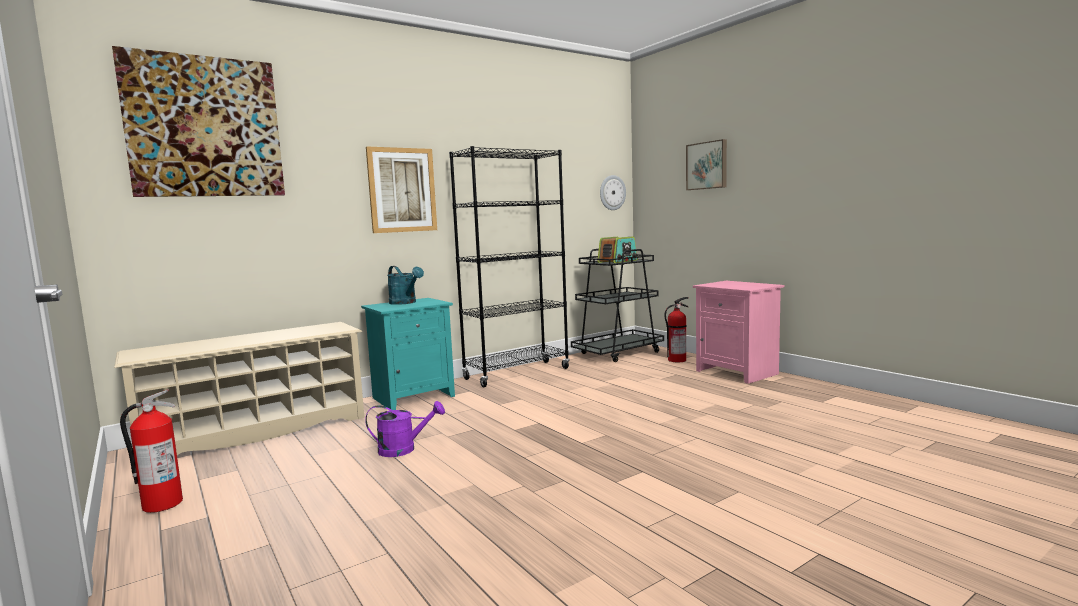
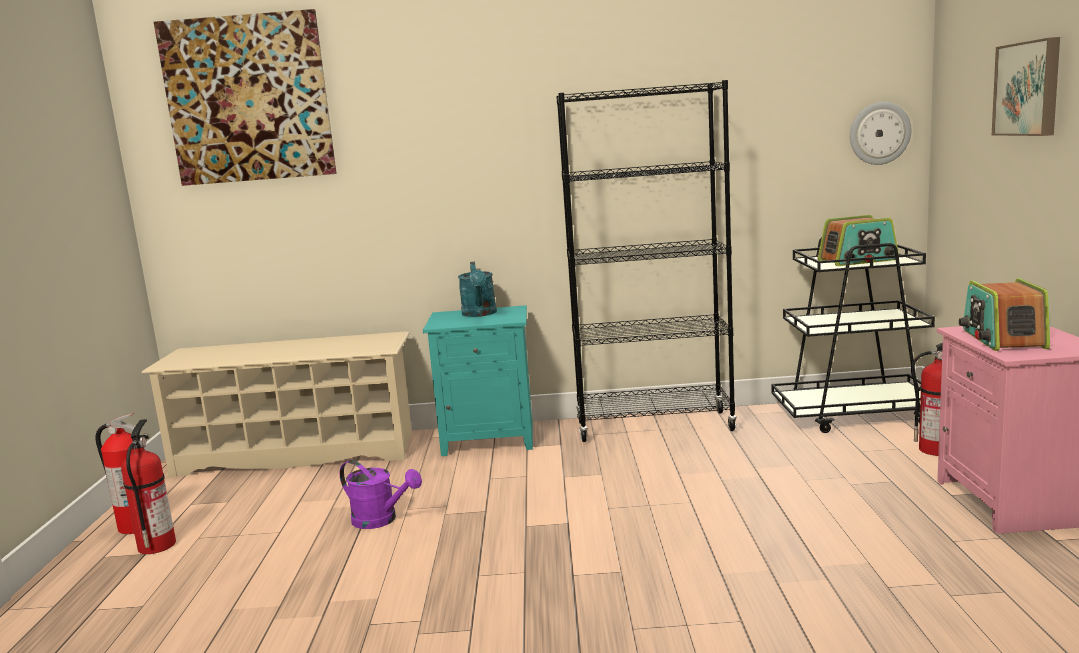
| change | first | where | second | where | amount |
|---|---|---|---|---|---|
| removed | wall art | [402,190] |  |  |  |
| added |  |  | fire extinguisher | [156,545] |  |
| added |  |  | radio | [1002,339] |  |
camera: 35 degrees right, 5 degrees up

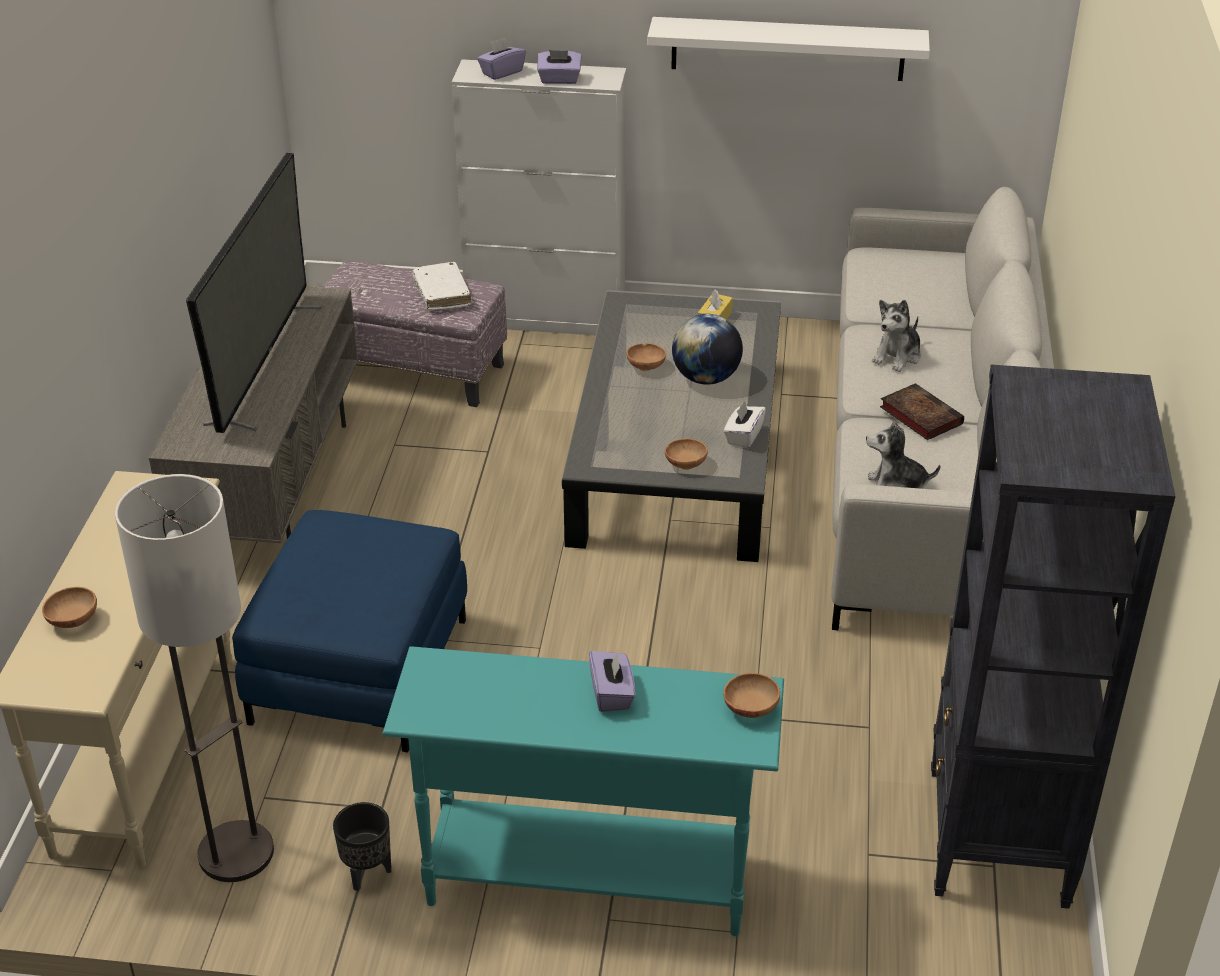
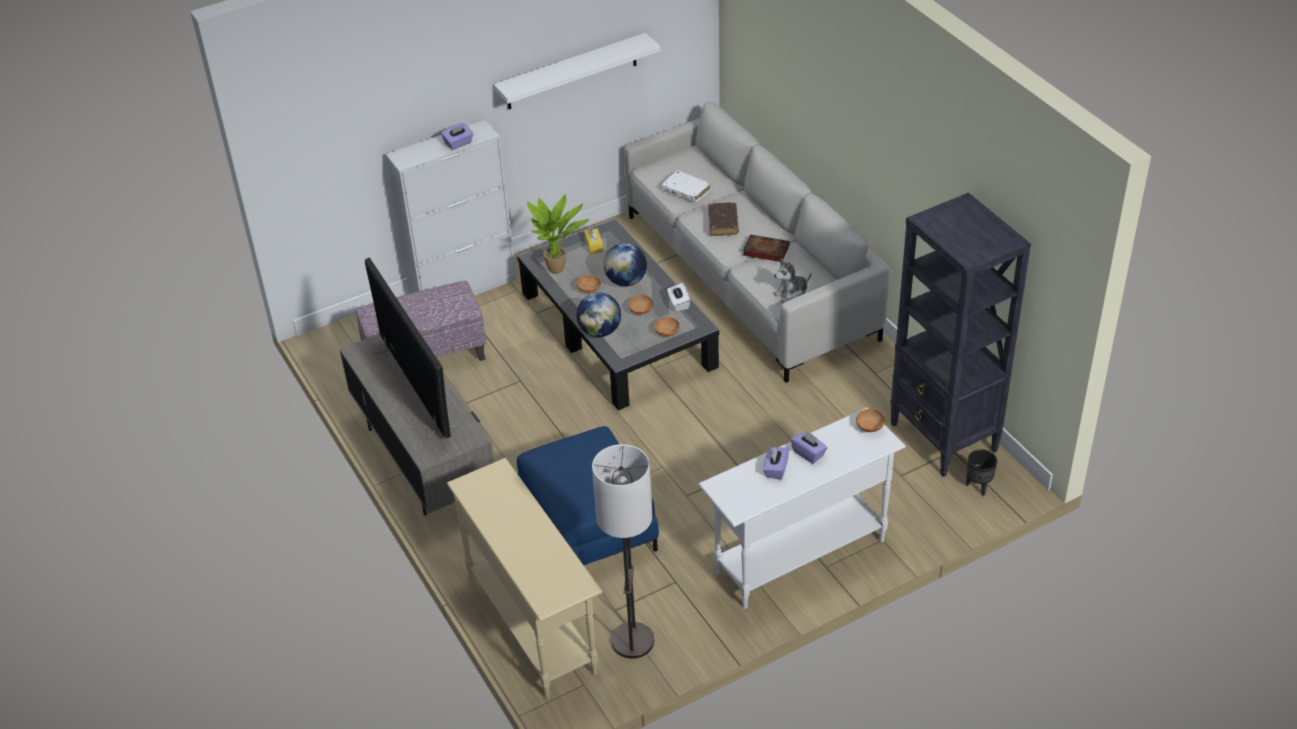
| change | first | where | second | where | amount |
|---|---|---|---|---|---|
| added |  |  | potted plant | [559,269] |  |
| added |  |  | globe | [600,331] |  |
| moved | brownish serving bowl | [72,620] |  | [640,311] |  |
| moved | black-coloured plant pot | [367,872] |  | [978,486] |  |
| moved | whitish volume | [442,293] |  | [686,190] |  |
| moved | purple-coloured box of tissues | [501,72] |  | [776,469] |  |
| replaced | soft toy | [897,356] | brownish volume | [723,223] |  |
| recoloured | blue-green narrow table | [586,879] | whitish narrow table | [799,556] |  |
camera: 35 degrees left, 5 degrees up

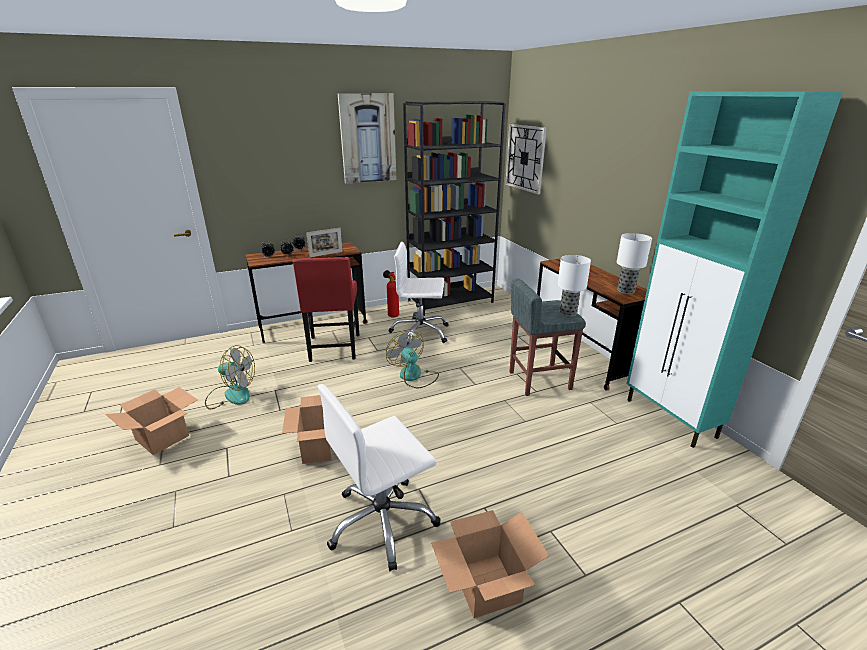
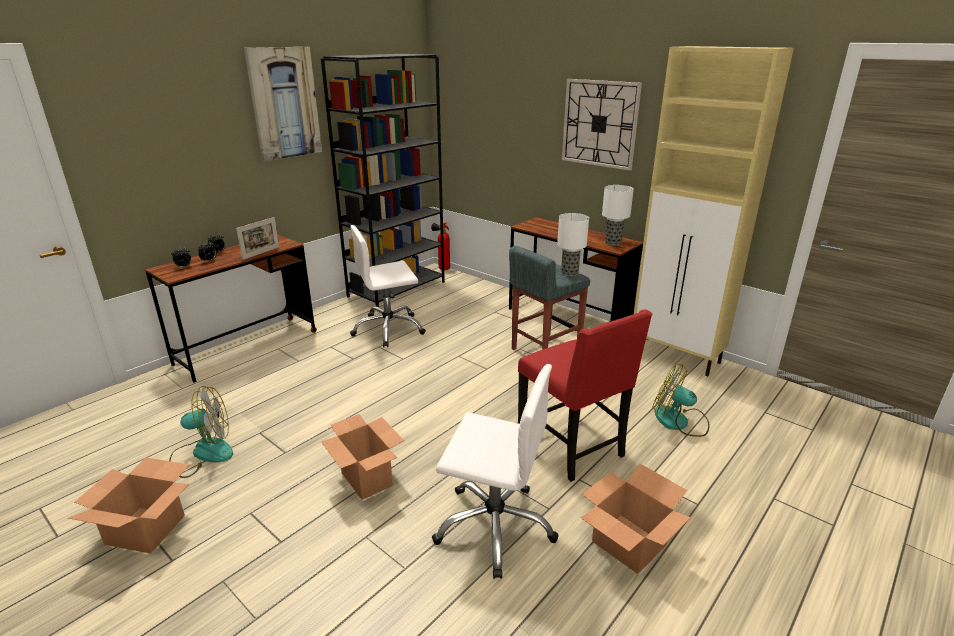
| change | first | where | second | where | amount |
|---|---|---|---|---|---|
| moved | red-coloured upright chair | [334,349] |  | [573,448] |  |
| moved | fire extinguisher | [392,315] |  | [442,268] |  |
| moved | electric fan | [414,376] |  | [679,422] |  |
| moved | hanging clock | [525,158] |  | [599,123] |  |
| recoloured | blue-green cupboard | [671,419] | sand-coloured cupboard | [676,356] |  |
| turned | whitish desk chair | [382,522] |  | [495,526] | 105 degrees counterclockwise |
camera: 25 degrees left, 0 degrees up

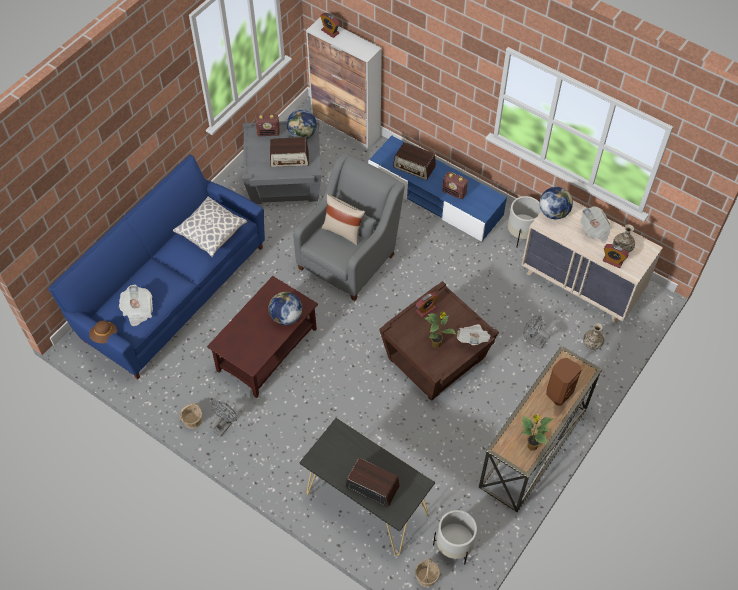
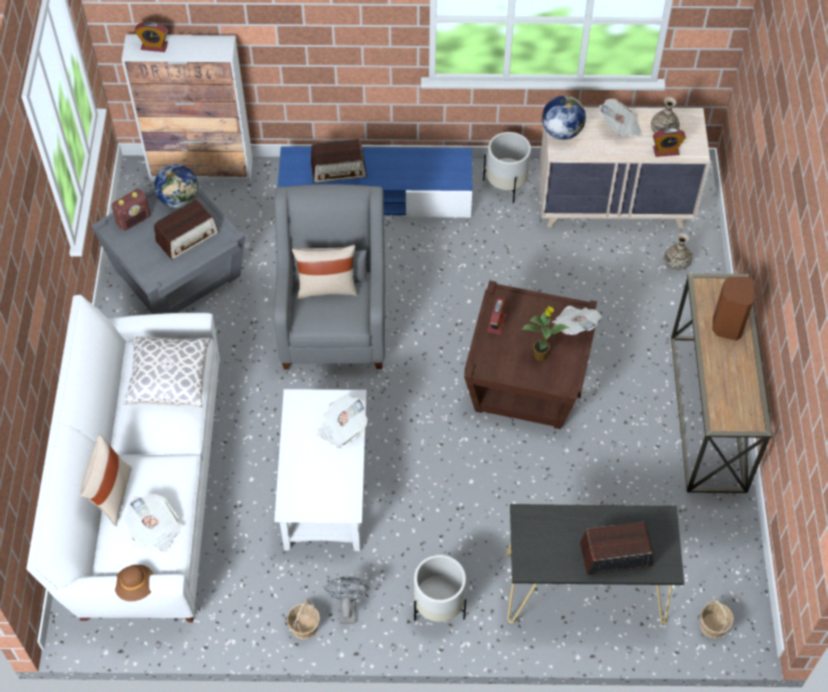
| change | first | where | second | where | amount |
|---|---|---|---|---|---|
| removed | radio | [454,193] |  |  |  |
| removed | potted plant | [531,446] |  |  |  |
| removed | greyish electric fan | [532,341] |  |  |  |
| added |  |  | sand-coloured cushion | [111,495] |  |
| moved | whitish plant pot | [454,546] |  | [438,606] |  |
| replaced | globe | [286,317] | newspaper | [342,428] |  |
| recoloured | blue settee | [171,290] | whitish settee | [144,488] |  |
| recoloured | brownish lounge table | [267,349] | whitish lounge table | [324,486] |  |
camera: 35 degrees left, 0 degrees up

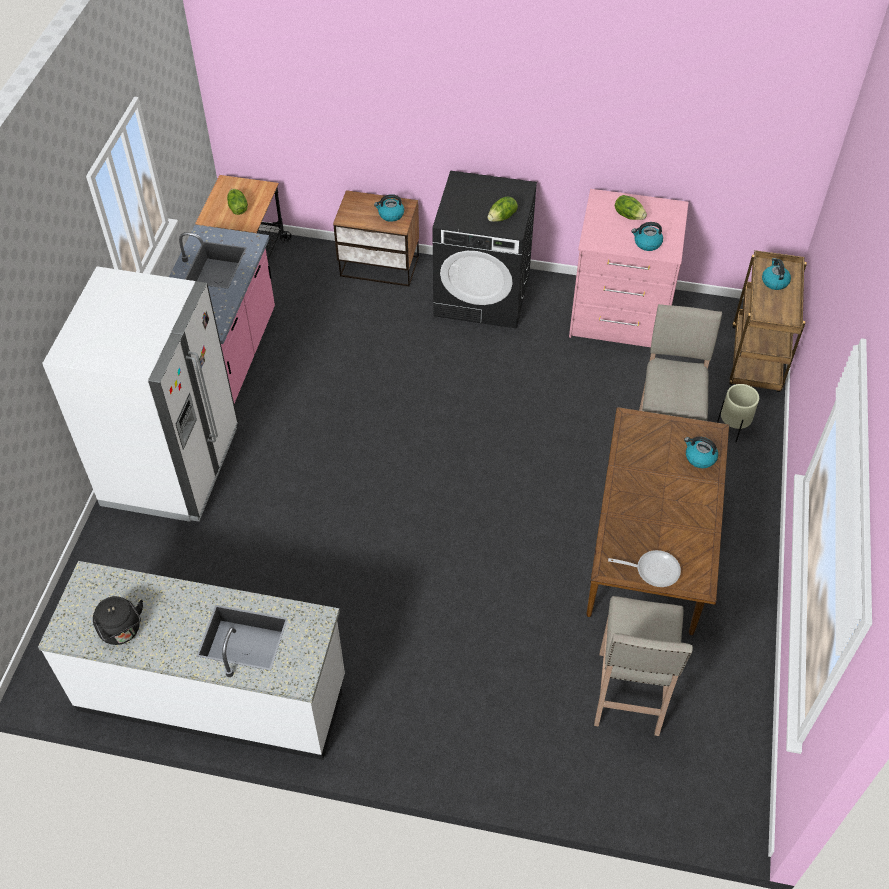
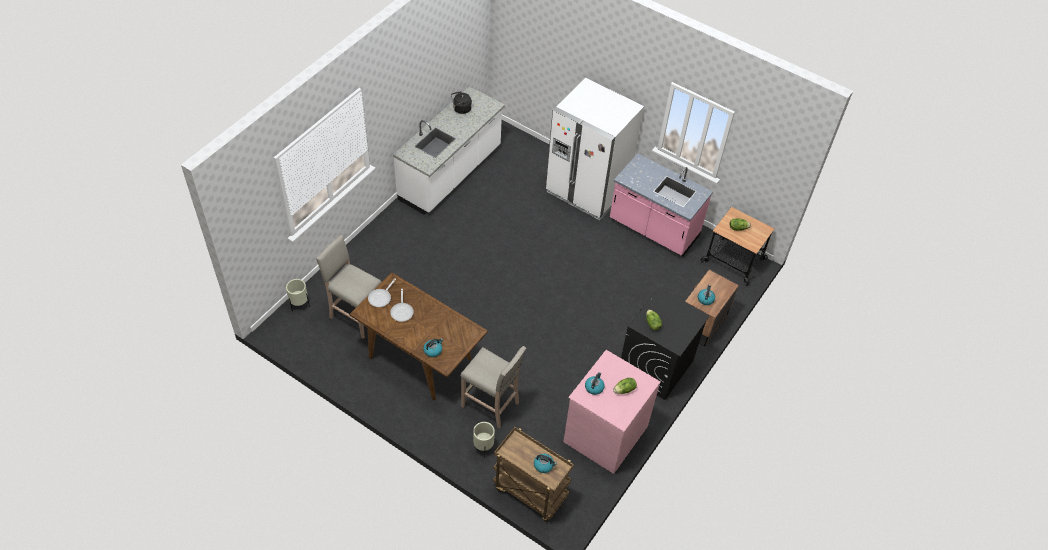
| change | first | where | second | where | amount |
|---|---|---|---|---|---|
| added |  |  | sand-coloured plant pot | [299,305] |  |
| added |  |  | skillet | [402,311] |  |
camera: 110 degrees right, 0 degrees up

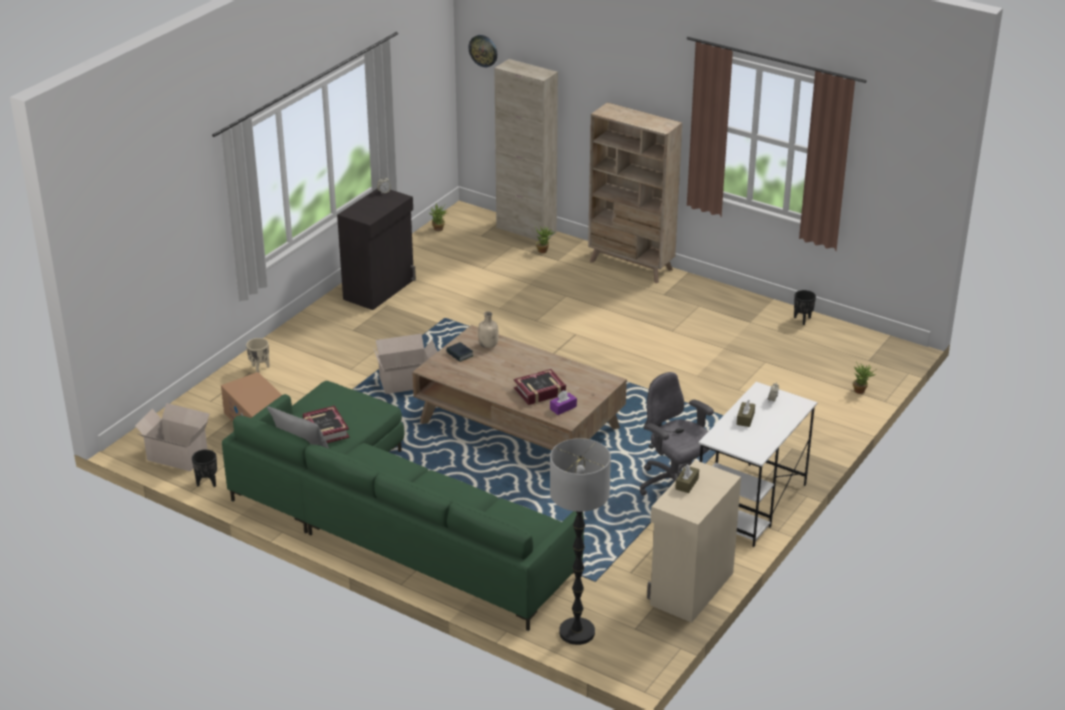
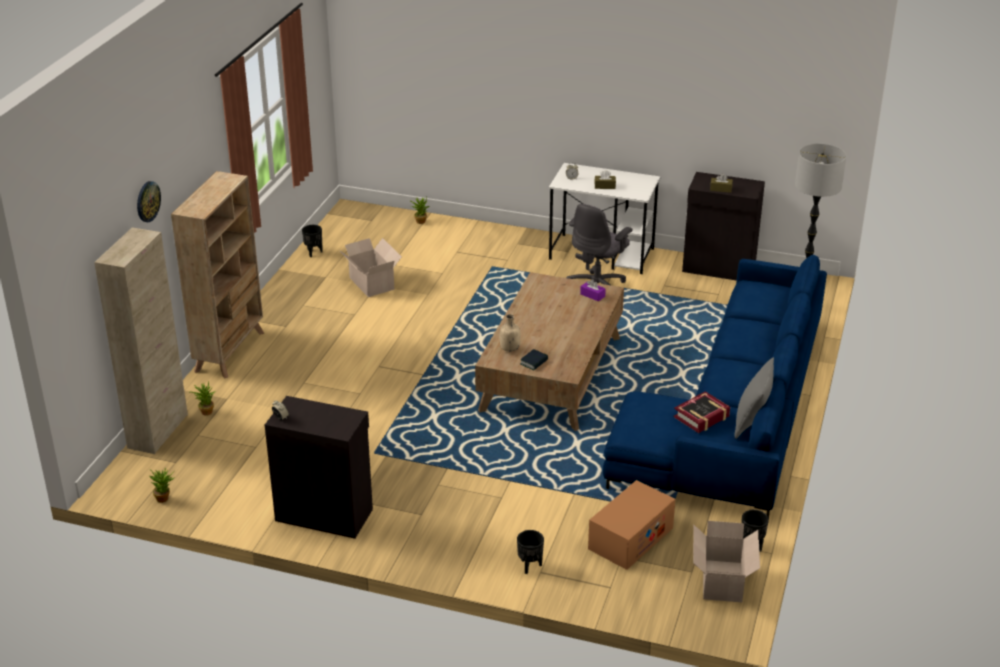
| change | first | where | second | where | amount |
|---|---|---|---|---|---|
| removed | volume | [540,391] |  |  |  |
| moved | packing box | [407,382] |  | [371,283] |  |
| moved | hanging clock | [483,50] |  | [147,201] |  |
| recoloured | green settee | [392,521] | blue settee | [733,416] |  |
| recoloured | sand-coloured plant pot | [259,369] | black-coloured plant pot | [529,566] |  |
| recoloured | sand-coloured cupboard | [690,588] | black-coloured cupboard | [719,269] |  |
camera: 105 degrees left, 0 degrees up

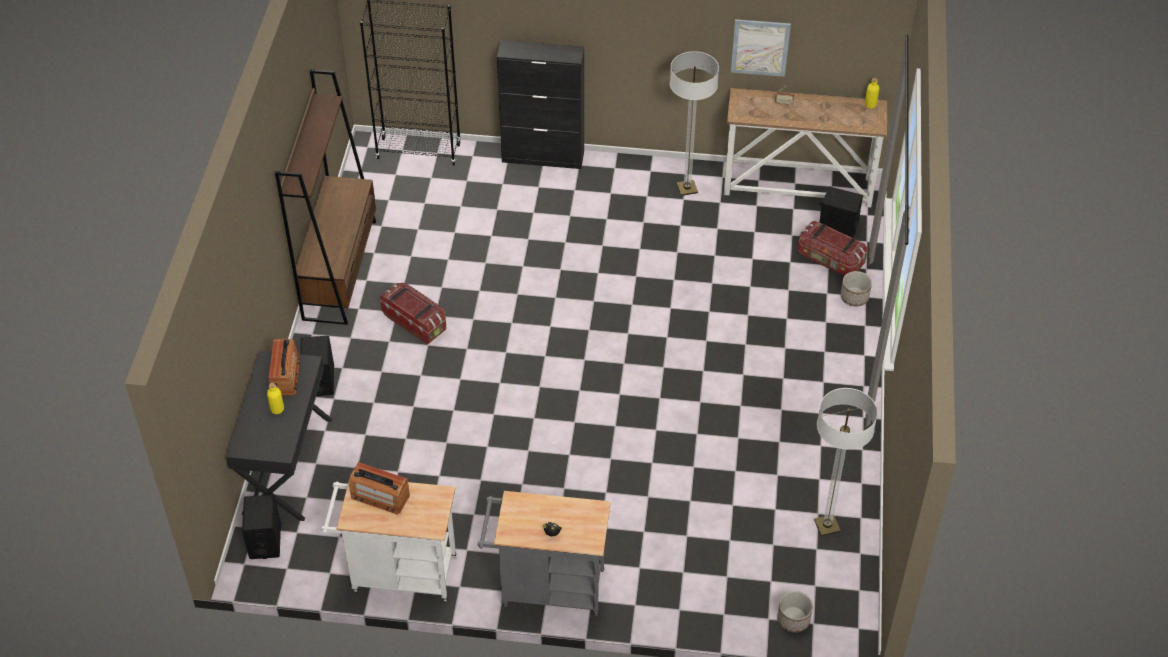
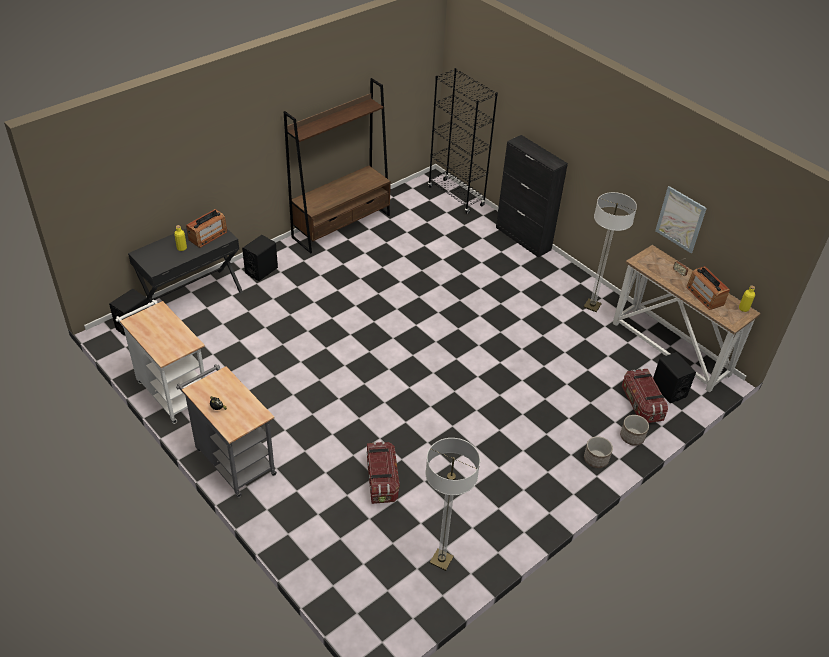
| change | first | where | second | where | amount |
|---|---|---|---|---|---|
| moved | radio | [380,496] |  | [704,295] |  |
| moved | storage bin | [415,322] |  | [381,480] |  |
| moved | plant pot | [793,619] |  | [596,459] |  |
camera: 40 degrees right, 5 degrees down

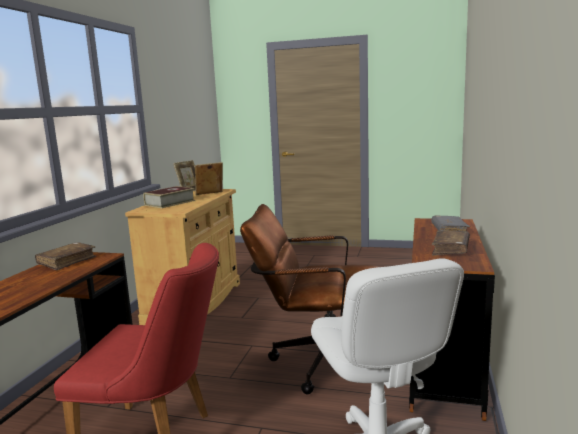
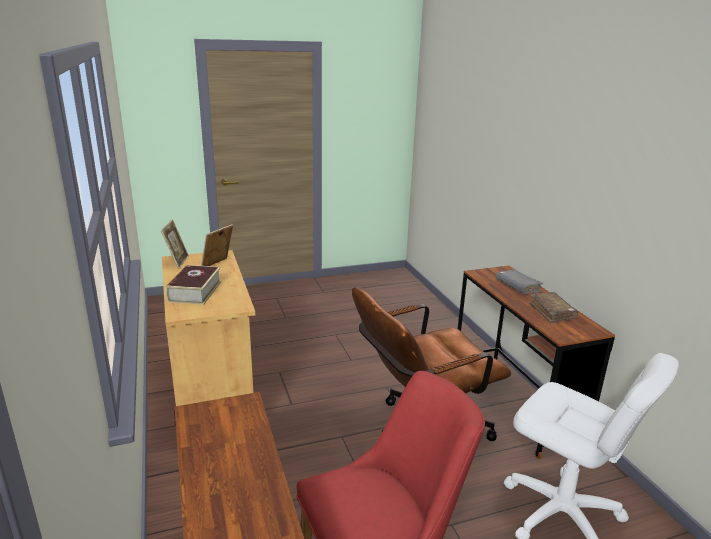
| change | first | where | second | where | amount |
|---|---|---|---|---|---|
| removed | brownish volume | [67,262] |  |  |  |
camera: 35 degrees left, 10 degrees up

